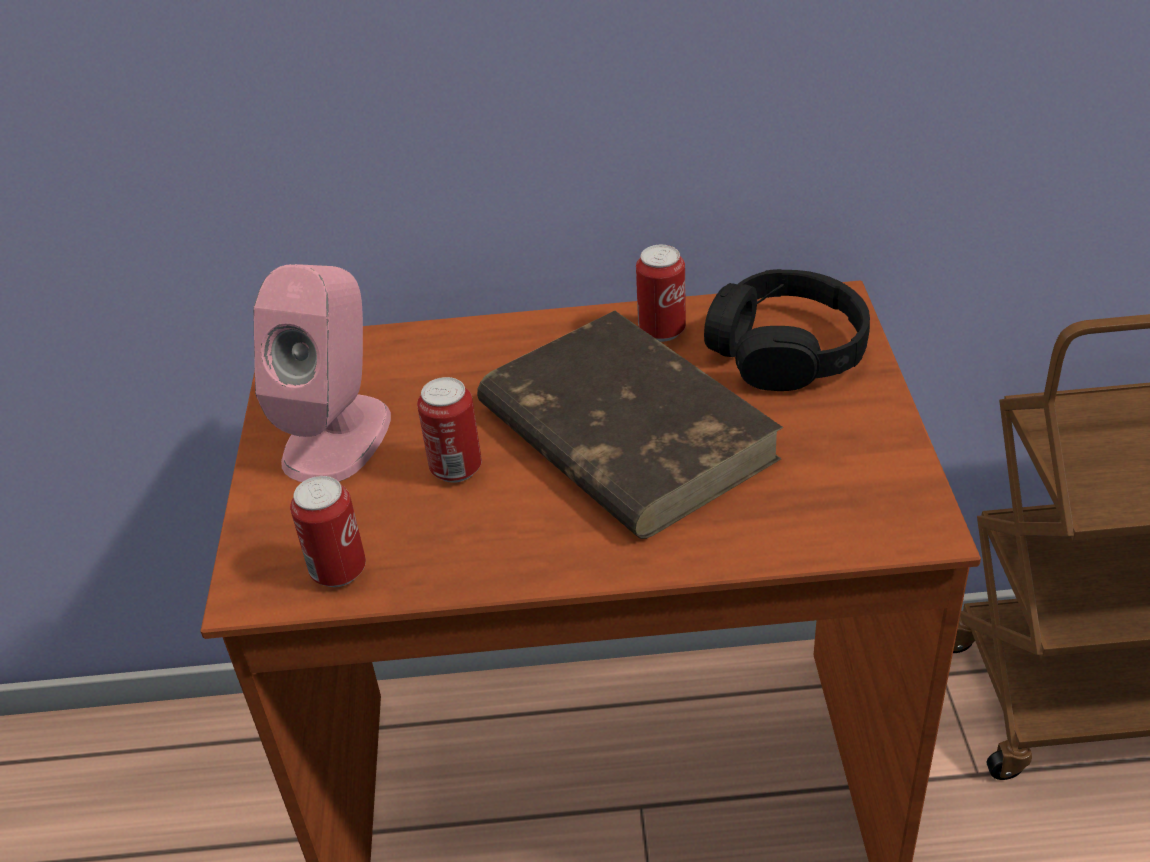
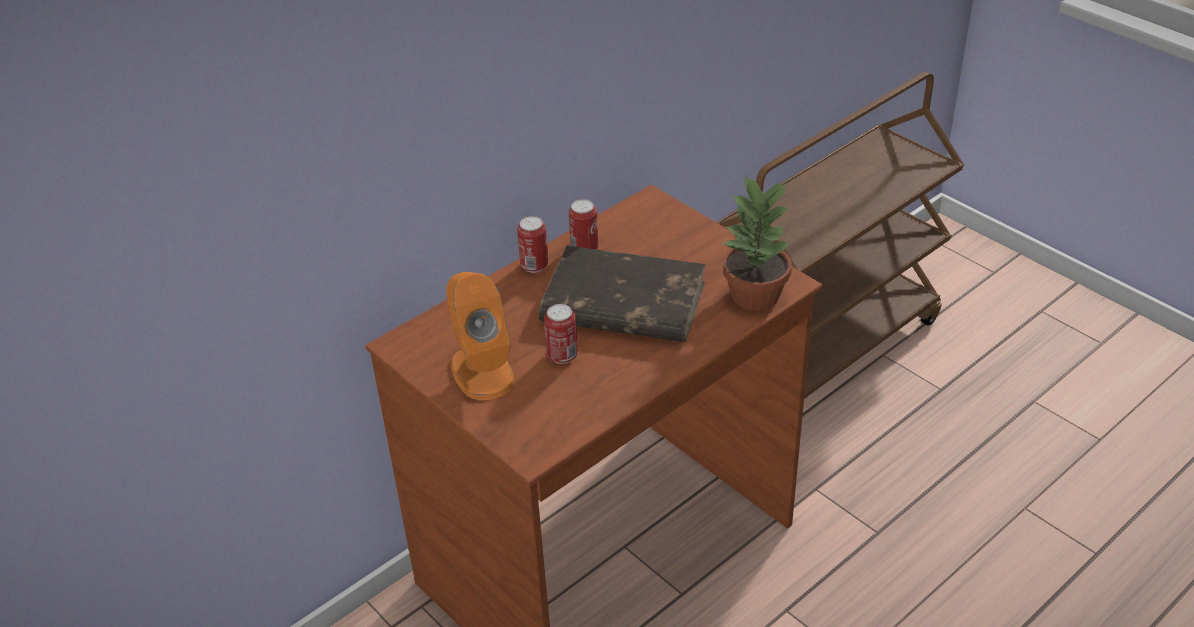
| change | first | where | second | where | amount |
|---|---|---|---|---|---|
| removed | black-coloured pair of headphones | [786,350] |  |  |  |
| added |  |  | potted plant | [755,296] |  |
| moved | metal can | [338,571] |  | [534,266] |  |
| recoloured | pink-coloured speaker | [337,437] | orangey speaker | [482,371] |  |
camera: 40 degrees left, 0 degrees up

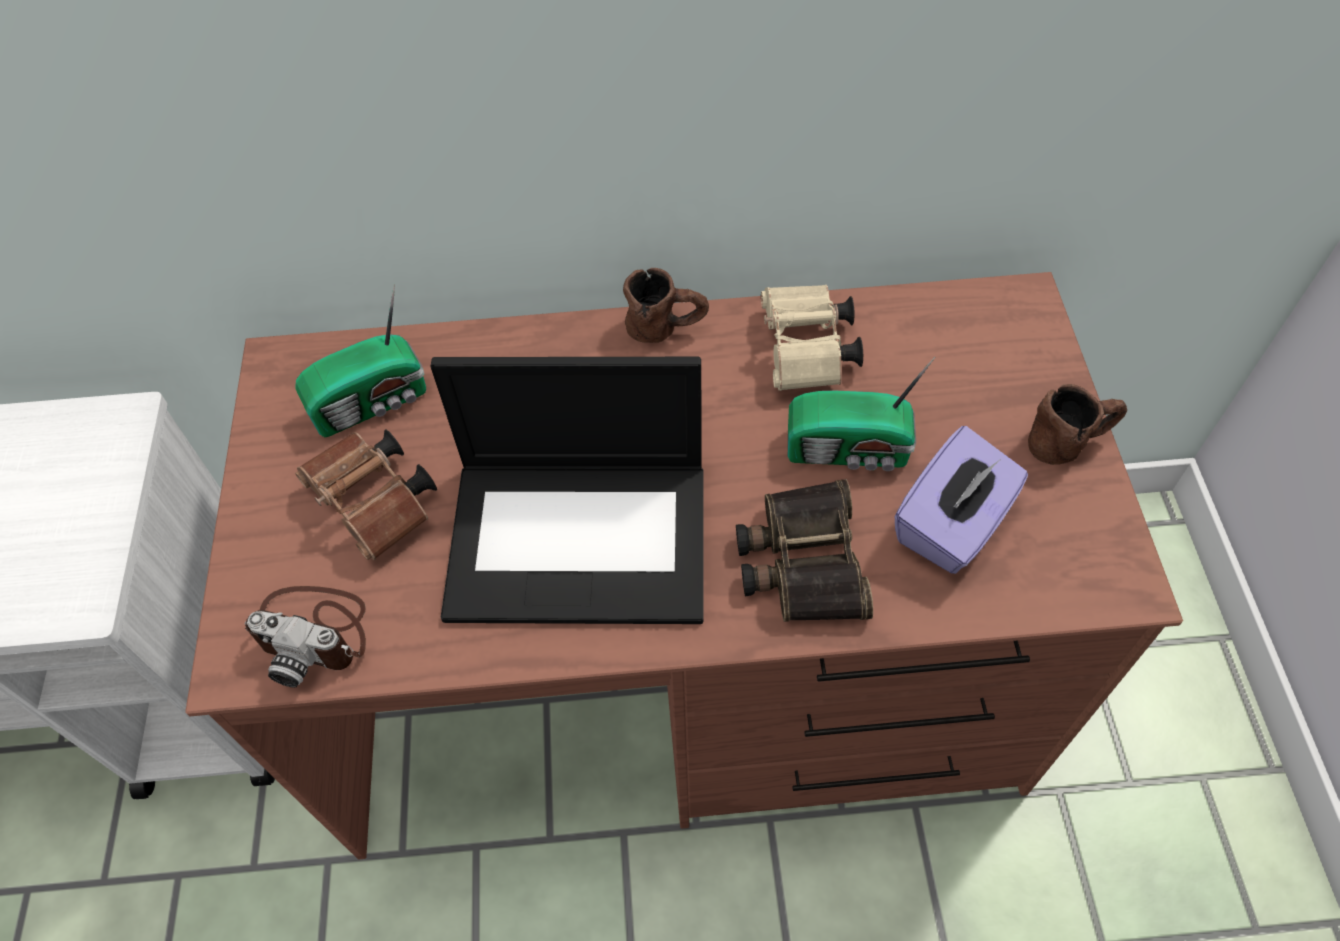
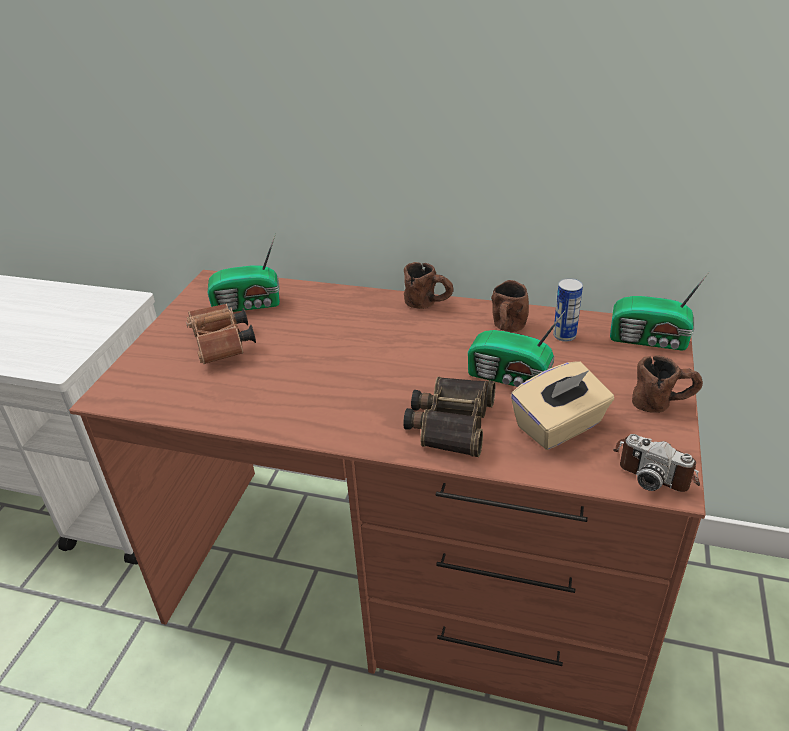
| change | first | where | second | where | amount |
|---|---|---|---|---|---|
| removed | notebook computer | [581,538] |  |  |  |
| added |  |  | metal can | [564,335] |  |
| added |  |  | radio | [650,340] |  |
| moved | photo camera | [314,632] |  | [656,468] |  |
| replaced | sand-coloured binoculars | [806,353] | brownish tea mug | [507,329] |  |
| recoloured | purple-coloured box of tissues | [952,525] | sand-coloured box of tissues | [559,426] |  |
camera: 20 degrees right, 20 degrees down

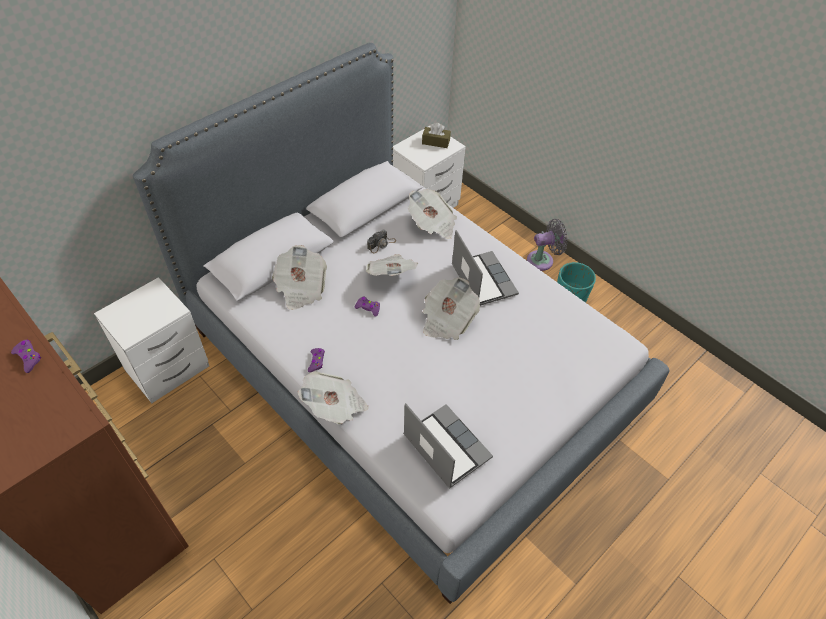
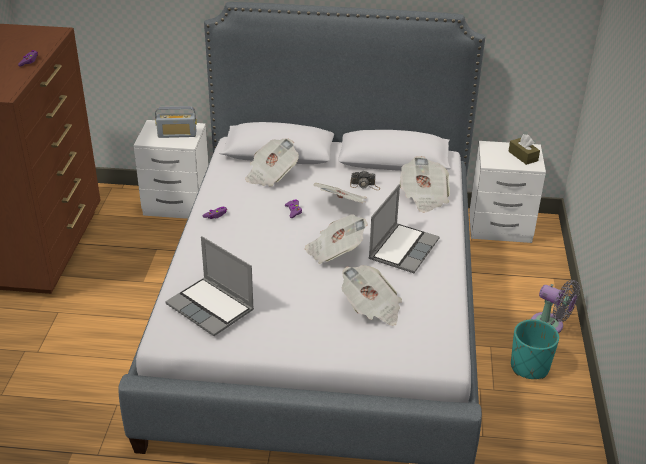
| change | first | where | second | where | amount |
|---|---|---|---|---|---|
| added |  |  | radio | [177,134] |  |
| moved | newspaper | [335,406] |  | [371,308] |  |
| turned | notebook computer | [445,446] |  | [211,307] | 120 degrees clockwise |
camera: 50 degrees right, 15 degrees down

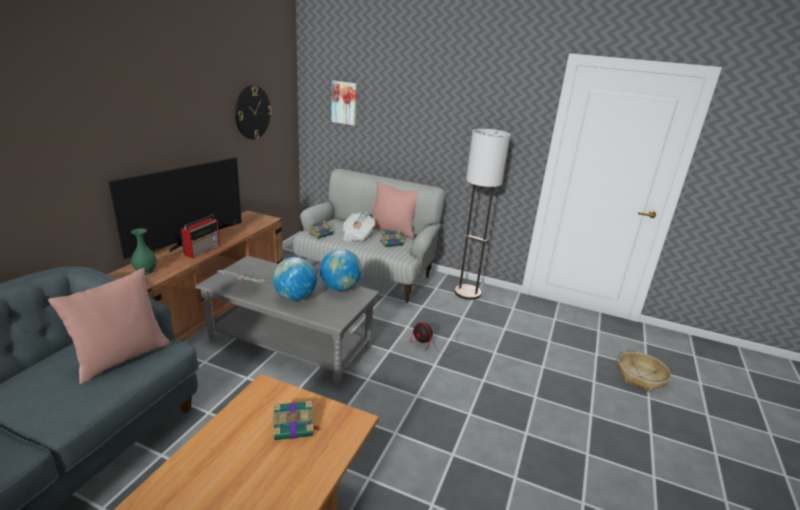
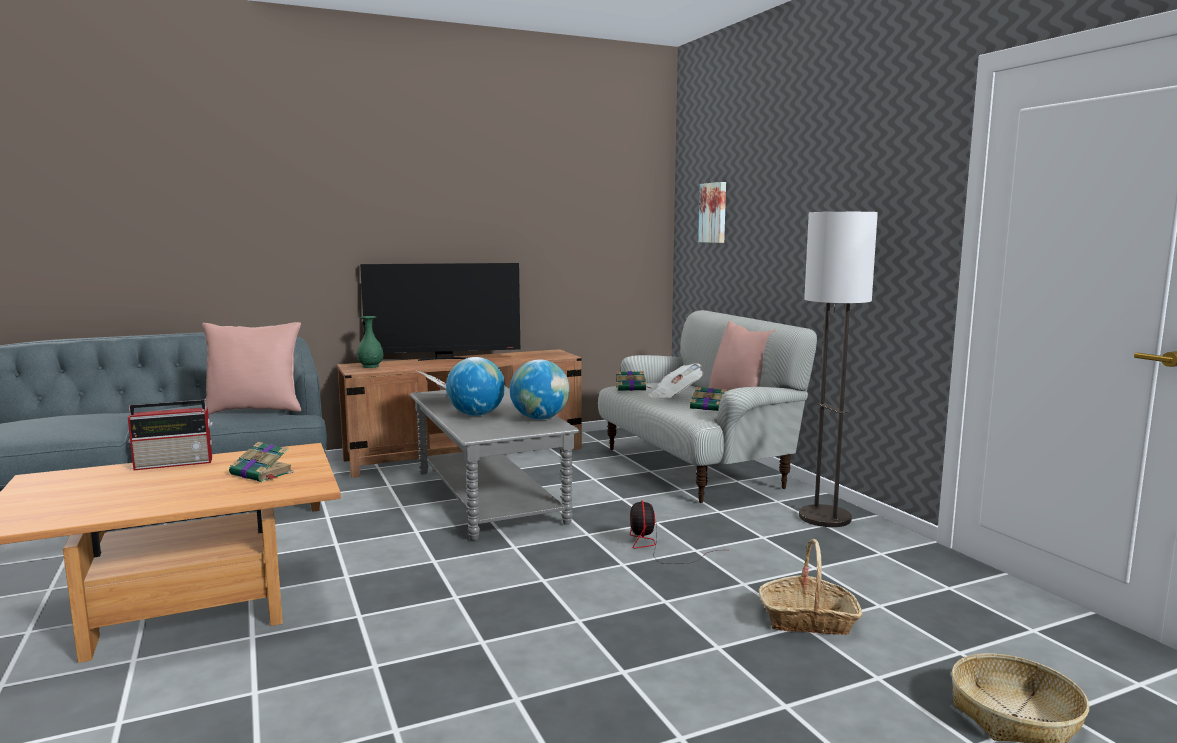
| change | first | where | second | where | amount |
|---|---|---|---|---|---|
| removed | hanging clock | [252,112] |  |  |  |
| added |  |  | household basket | [808,620] |  |
| moved | radio | [203,250] |  | [176,463] |  |
camera: 45 degrees right, 15 degrees down

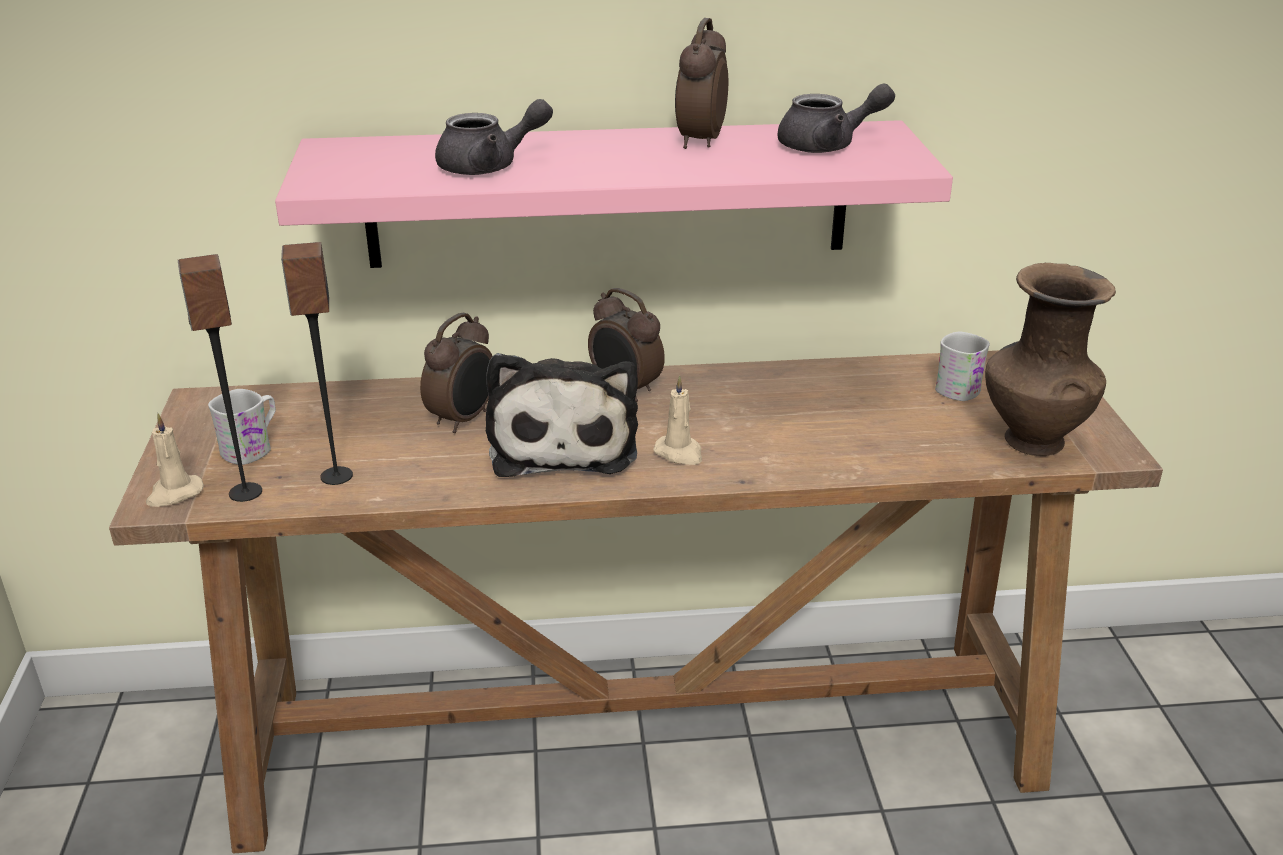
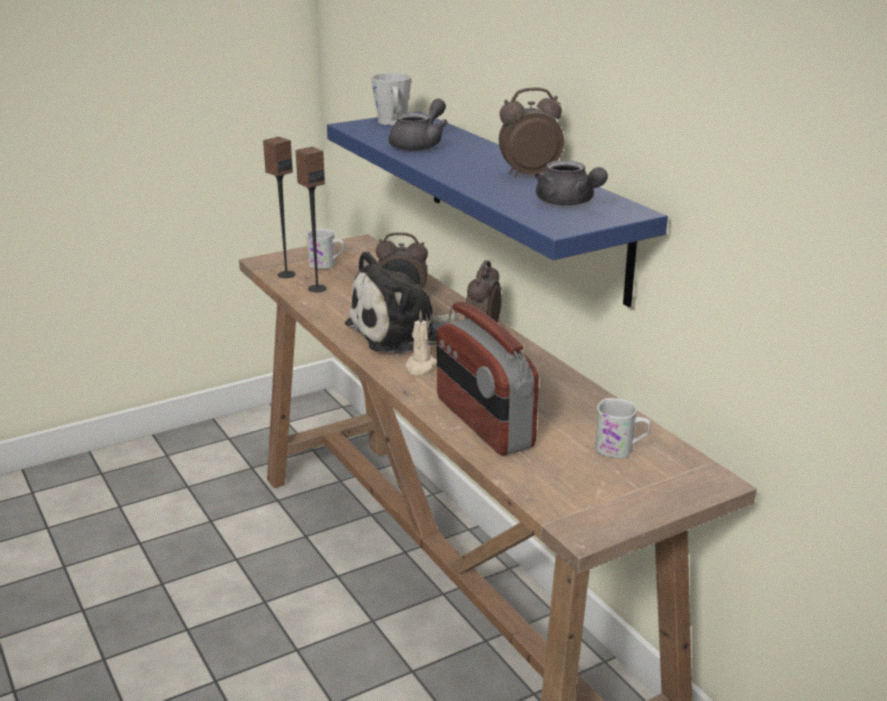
| change | first | where | second | where | amount |
|---|---|---|---|---|---|
| removed | sand-coloured candle | [174,494] |  |  |  |
| removed | brownish flower vase | [1031,439] |  |  |  |
| added |  |  | greyish tea mug | [392,123] |  |
| added |  |  | radio | [482,423] |  |
| recoloured | pink-coloured bracket shelf | [608,194] | blue bracket shelf | [523,202] |  |
| turned | greyish pot for tea | [489,166] |  | [420,145] | 105 degrees counterclockwise |
camera: 65 degrees right, 5 degrees down

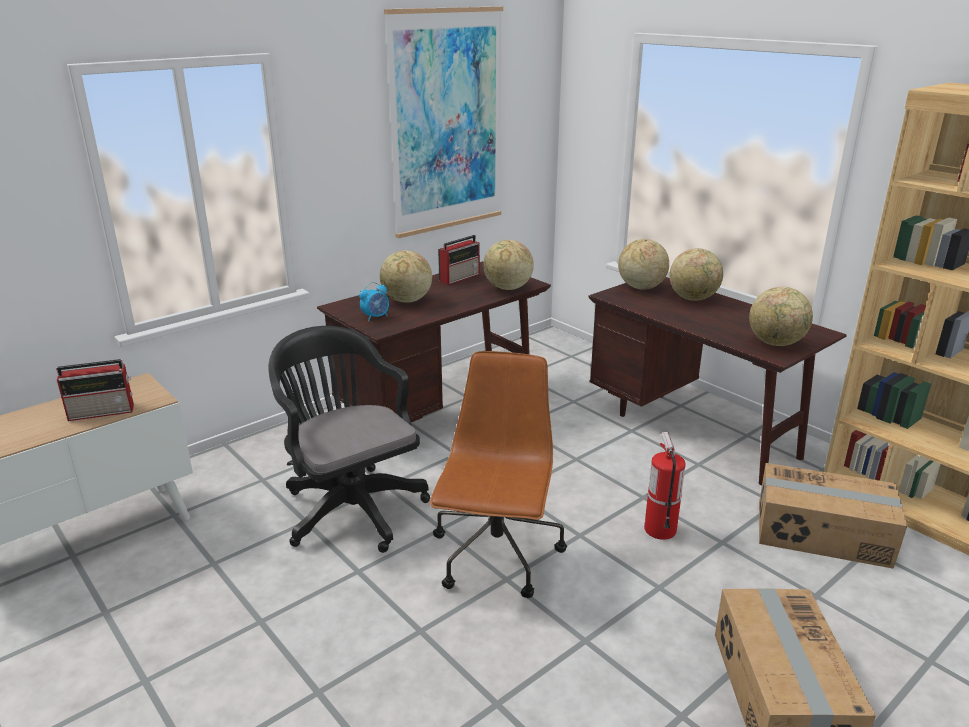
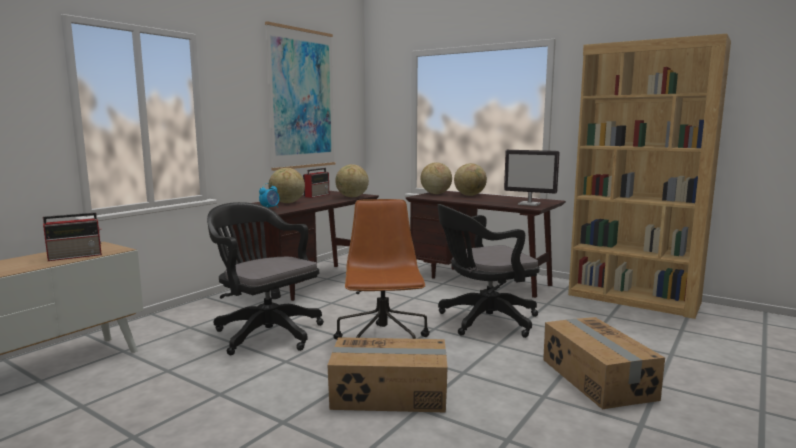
| change | first | where | second | where | amount |
|---|---|---|---|---|---|
| moved | packing box | [822,534] |  | [389,394] |  |
| replaced | fire extinguisher | [660,529] | black-coloured desk chair | [483,321] |  |
| replaced | globe | [776,343] | computer display | [529,204] |  |
camera: 15 degrees left, 15 degrees down

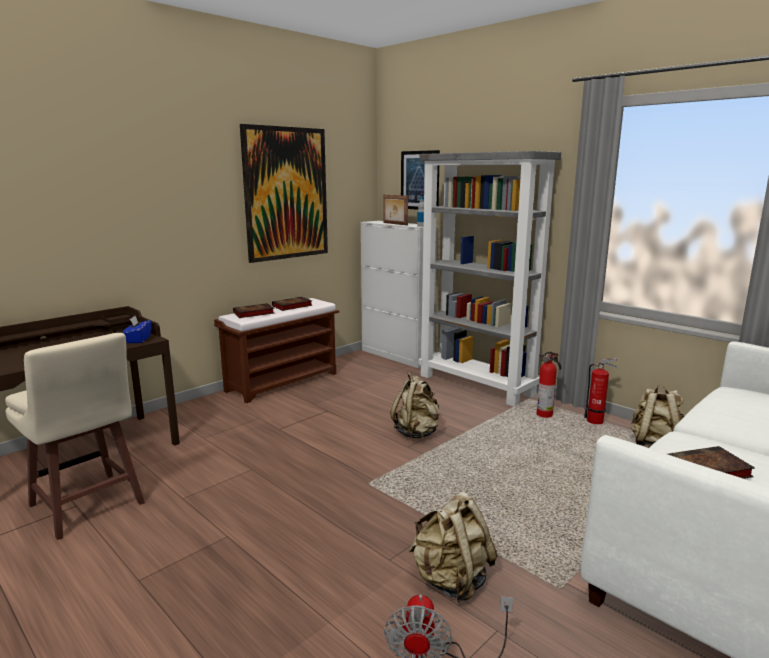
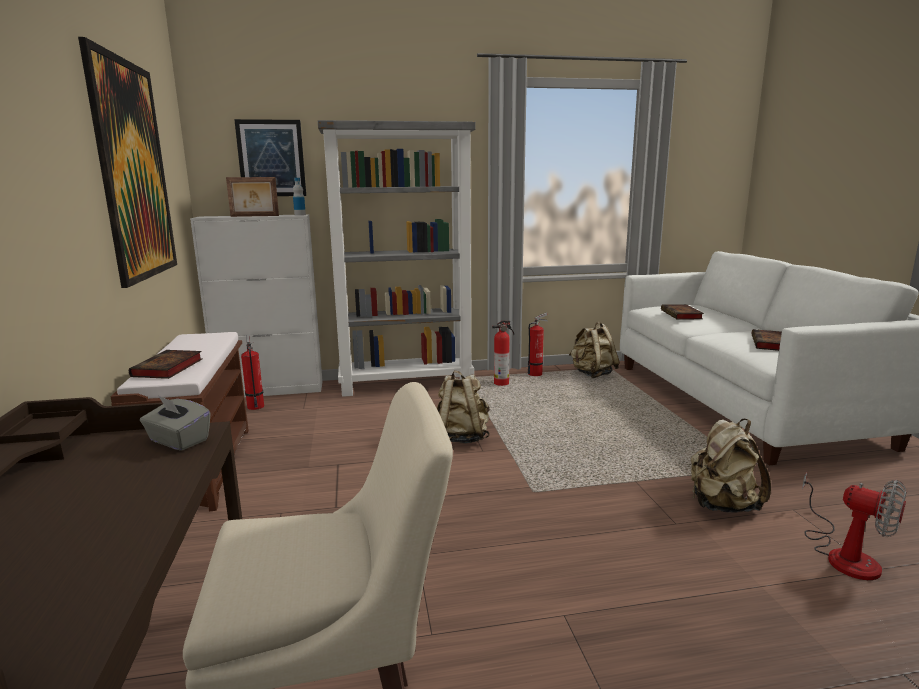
| change | first | where | second | where | amount |
|---|---|---|---|---|---|
| added |  |  | fire extinguisher | [255,405] |  |
| moved | volume | [291,306] |  | [682,315] |  |
| recoloured | blue box of tissues | [138,340] | greyish box of tissues | [178,441] |  |
camera: 55 degrees left, 0 degrees up

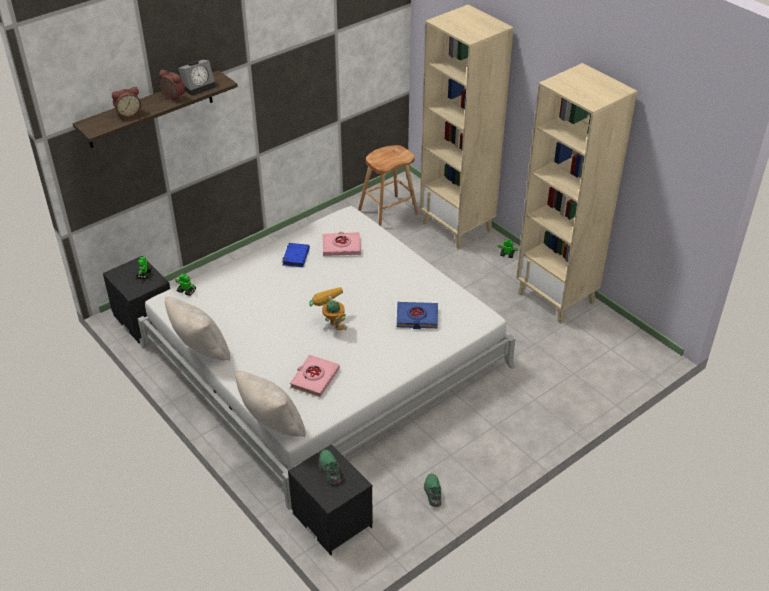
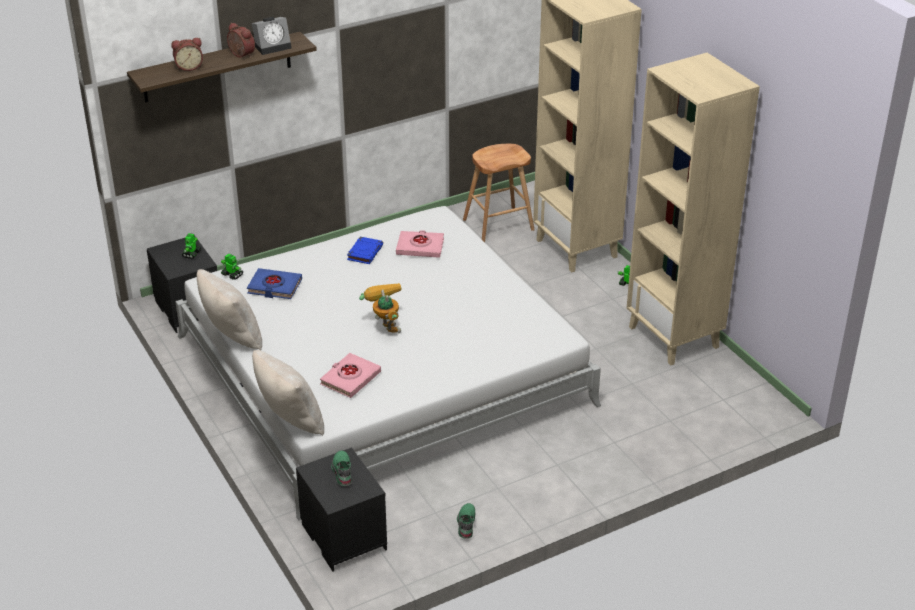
| change | first | where | second | where | amount |
|---|---|---|---|---|---|
| moved | blue volume | [417,318] |  | [274,287] |  |
camera: 10 degrees right, 5 degrees down

